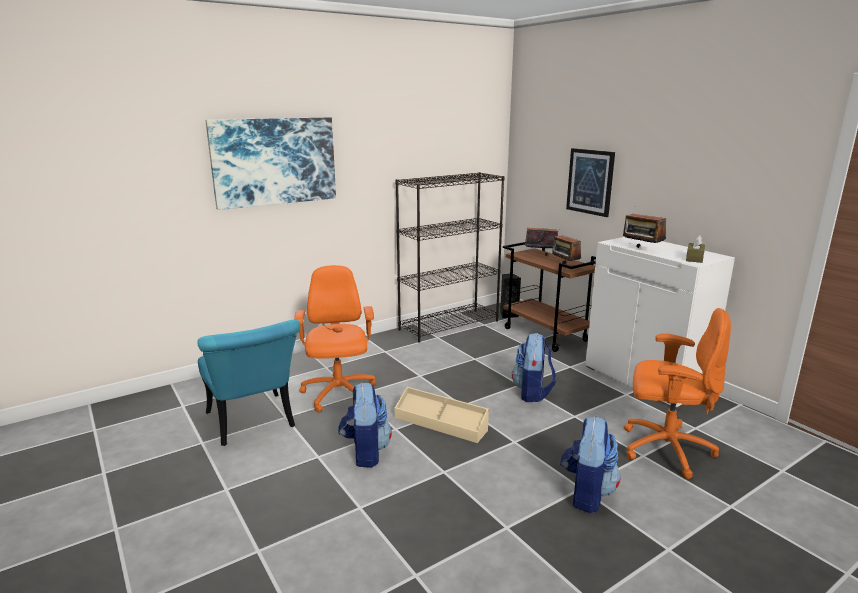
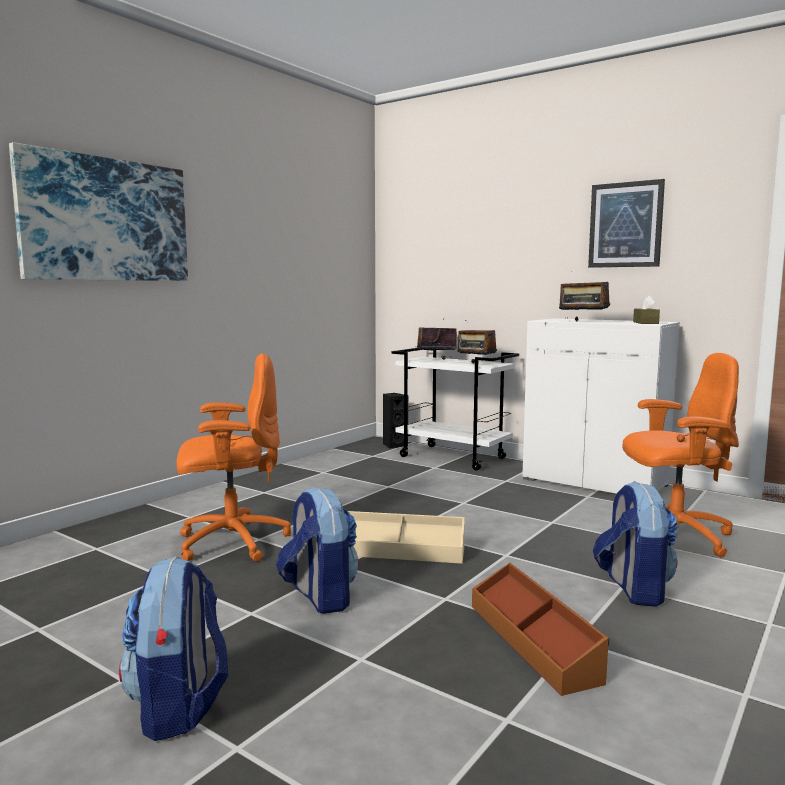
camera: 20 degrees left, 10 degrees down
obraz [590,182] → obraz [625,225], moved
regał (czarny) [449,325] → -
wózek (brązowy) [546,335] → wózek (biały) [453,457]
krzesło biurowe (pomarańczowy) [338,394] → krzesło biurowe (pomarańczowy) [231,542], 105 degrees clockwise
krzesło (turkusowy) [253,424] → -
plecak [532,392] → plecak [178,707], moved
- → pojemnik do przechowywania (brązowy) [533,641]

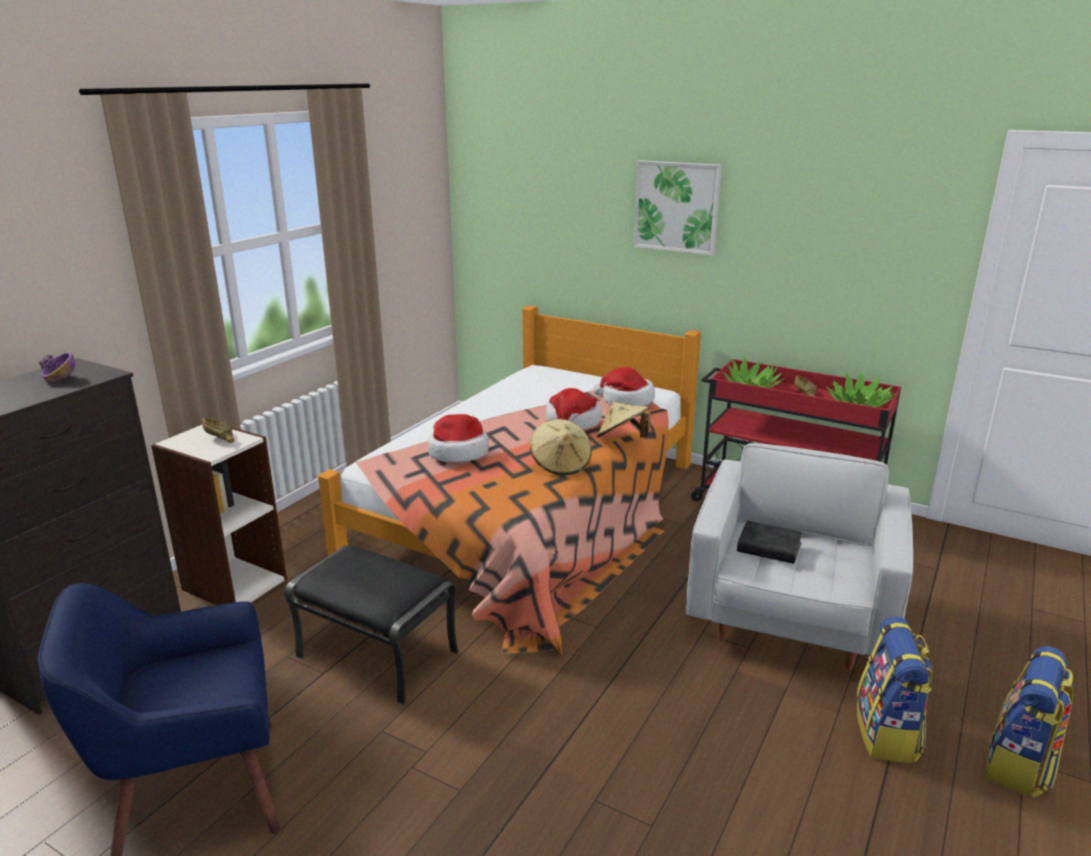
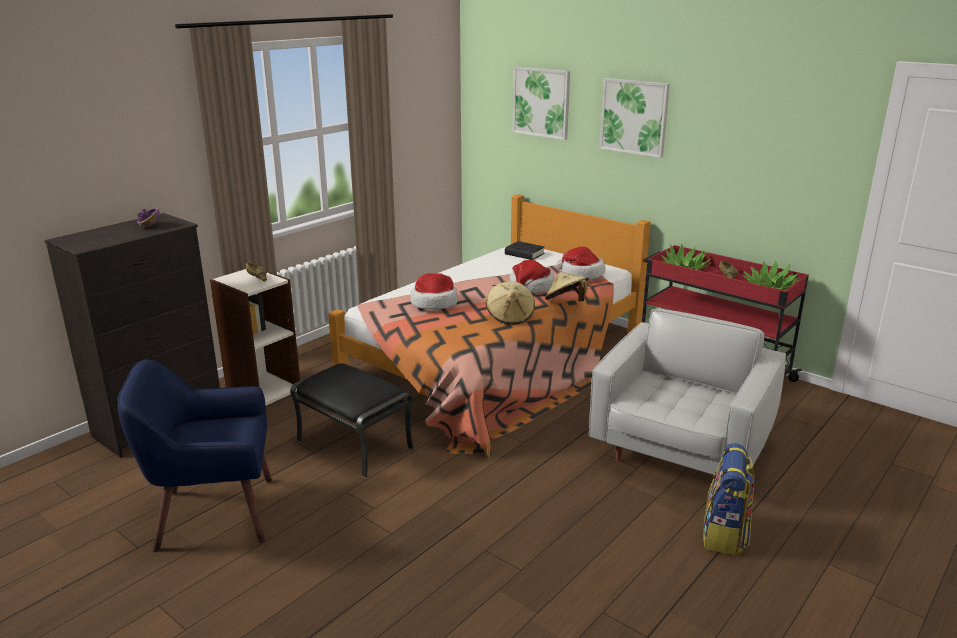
camera: 10 degrees right, 0 degrees up
książka (czarny) [769,548] → książka (czarny) [524,254], moved
plecak [1020,765] → -
- → obraz [541,102]

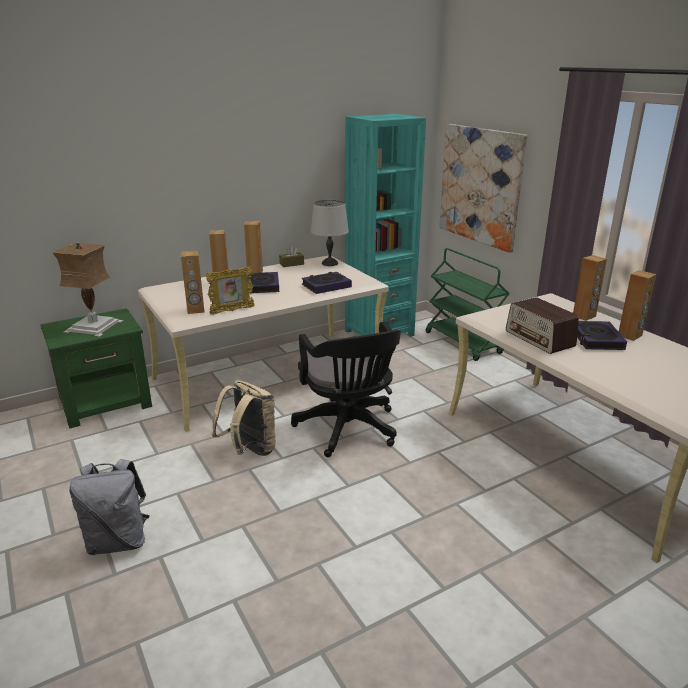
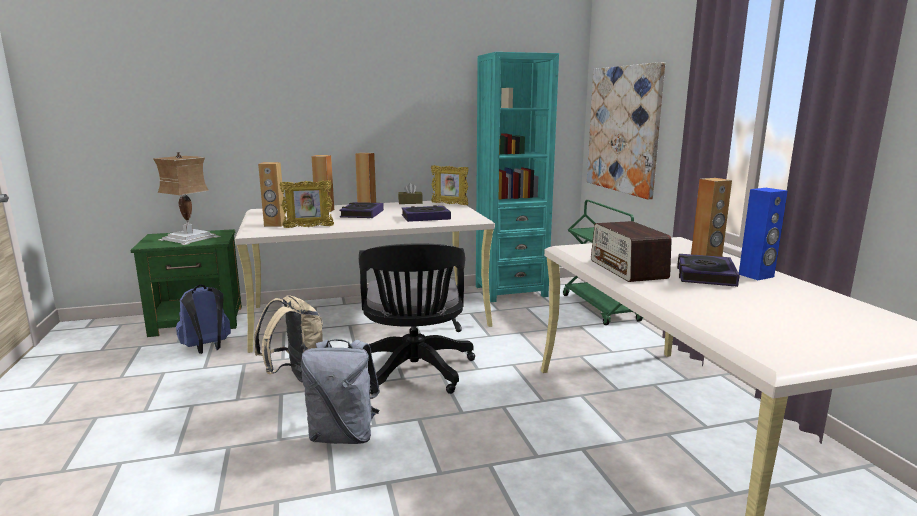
camera: 15 degrees right, 10 degrees down
lampa stołowa (szary) [330,263] → ramka na zdjęcie [449,204]
głośnik (brązowy) [630,335] → głośnik (niebieski) [756,276]
plecak (szary) [118,541] → plecak (szary) [343,435], moved
- → plecak (niebieski) [207,348]

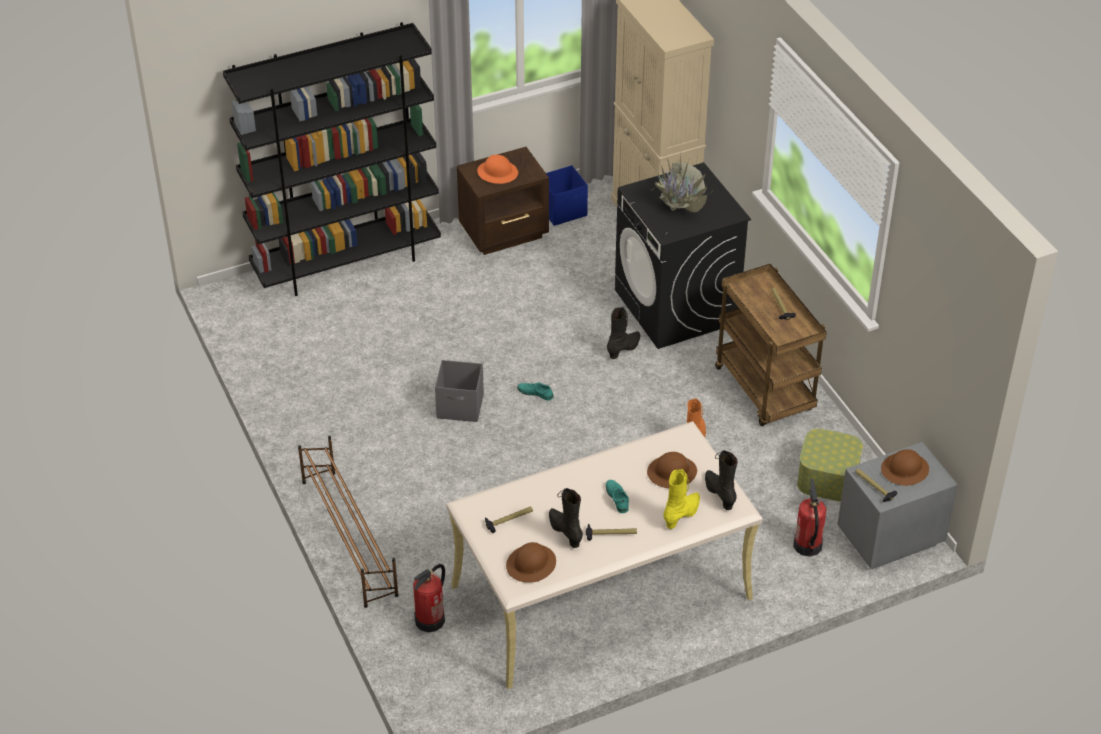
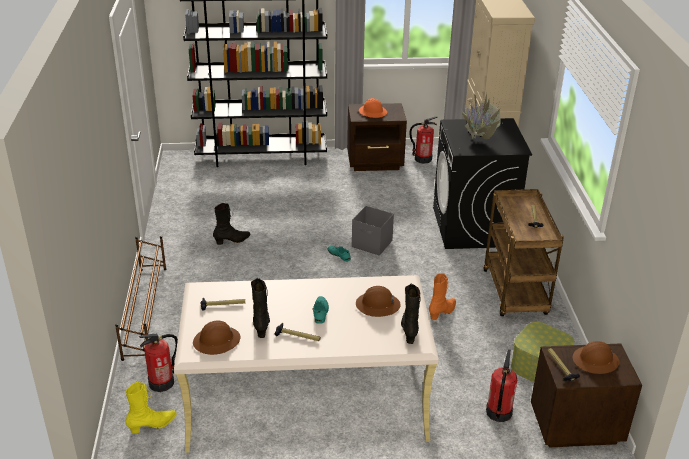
camera: 20 degrees right, 10 degrees down
pojemnik do przechowywania (niebieski) [563,211] → gaśnica [422,159]
but z cholewką (czarny) [624,349] → but z cholewką (czarny) [232,241], moved
pojemnik do przechowywania (szary) [461,407] → pojemnik do przechowywania (szary) [372,244], moved
szafka nocna (szary) [888,538] → szafka nocna (brązowy) [574,426]
but z cholewką (żółty) [682,515] → but z cholewką (żółty) [152,425], moved

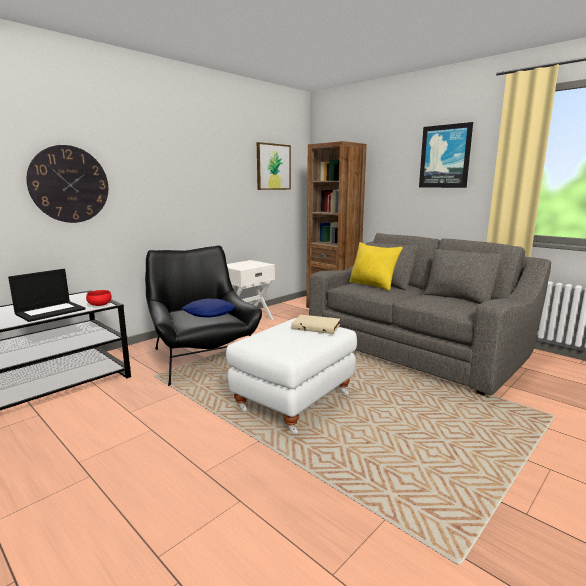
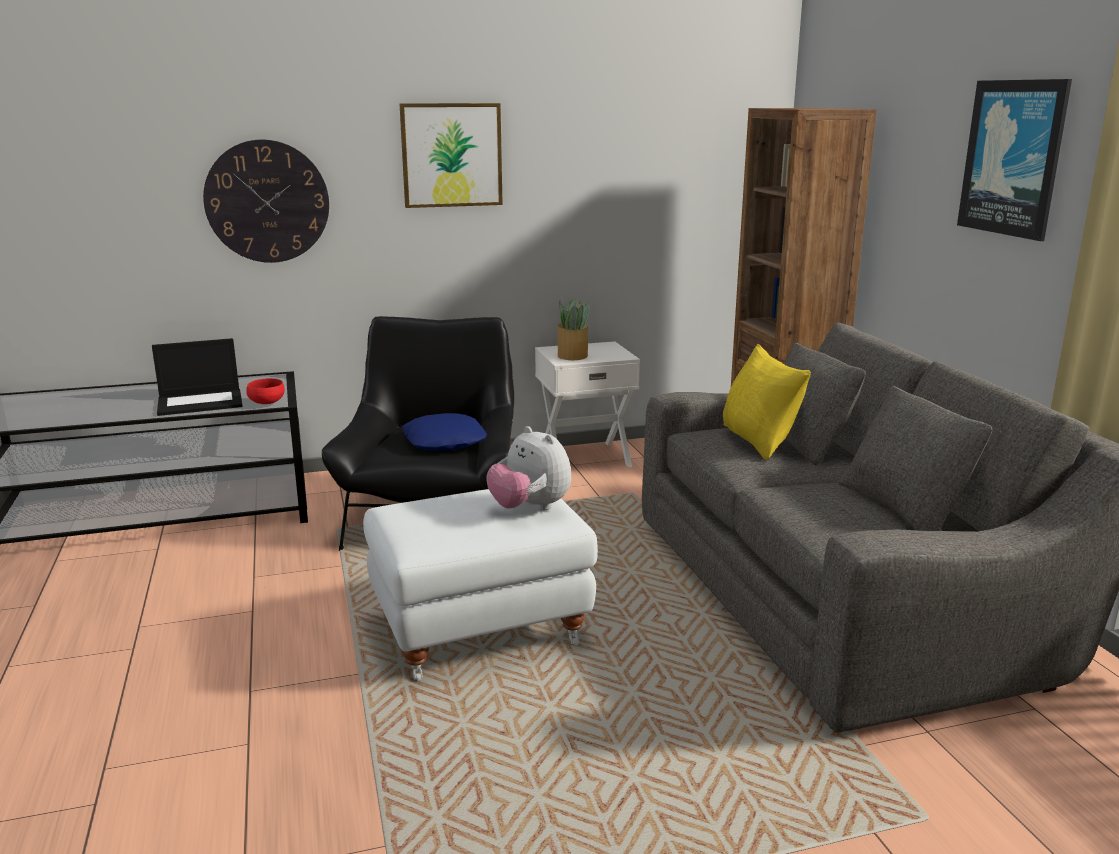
camera: 30 degrees right, 5 degrees up
obraz [273,167] → obraz [451,155], moved
książka (beżowy) [316,326] → pluszak [530,508]
- → roślina doniczkowa [573,355]

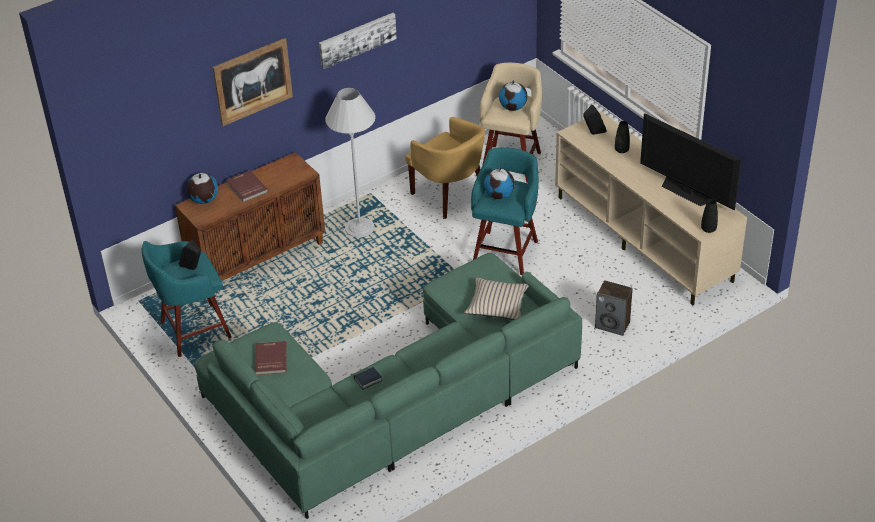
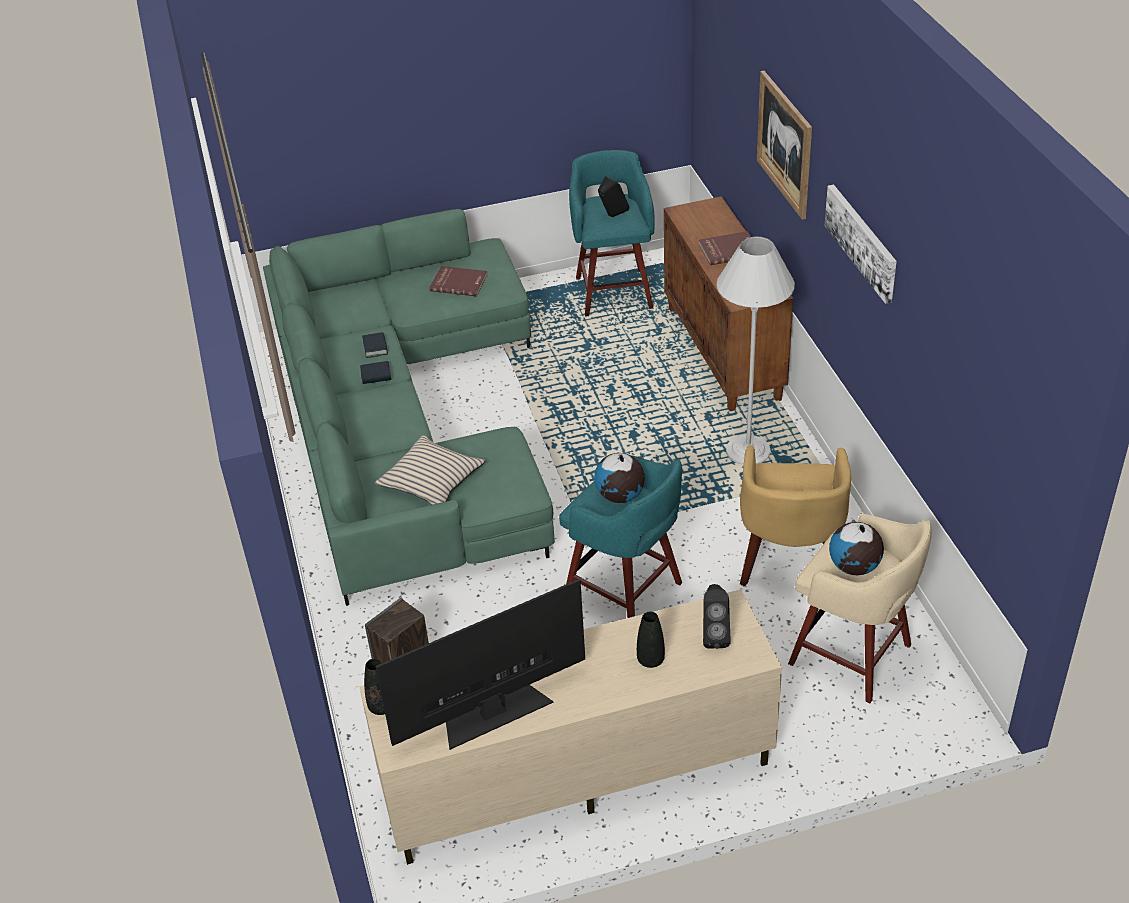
camera: 110 degrees right, 0 degrees up
fotel (żółty) [449,195] → fotel (żółty) [789,560], 60 degrees counterclockwise
globus [204,200] → -
- → książka [376,375]

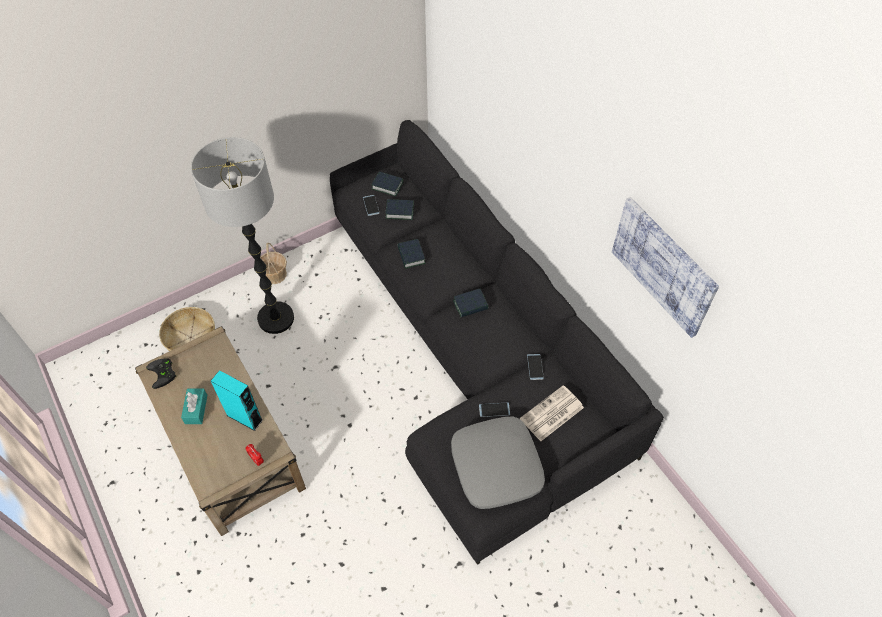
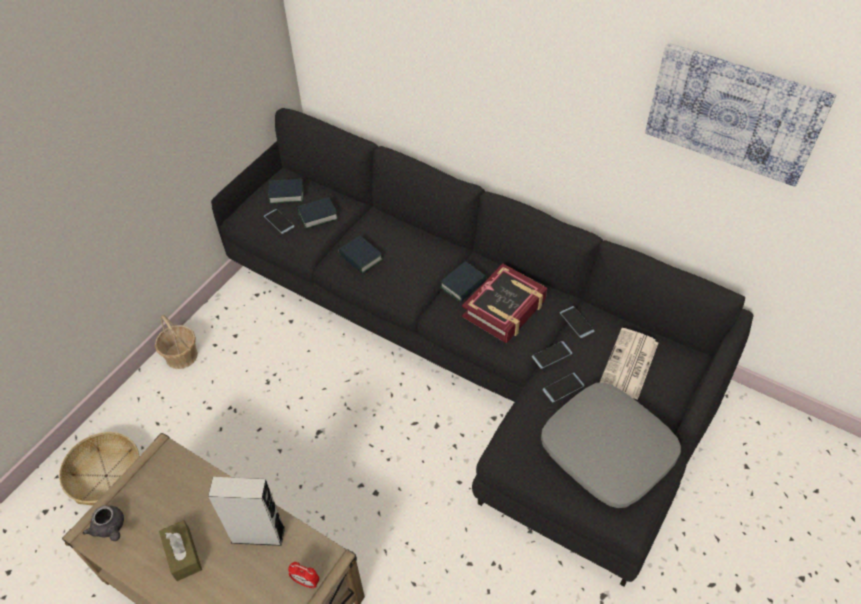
camera: 25 degrees left, 5 degrees down
lampa stojąca [275,318] → -
pad do gier (czarny) [163,374] → imbryk (szary) [110,528]
głośnik (turkusowy) [244,417] → głośnik (szary) [258,534]
pudełko chusteczek (turkusowy) [196,409] → pudełko chusteczek (brązowy) [183,554]
- → książka [504,308]
- → telefon [552,355]

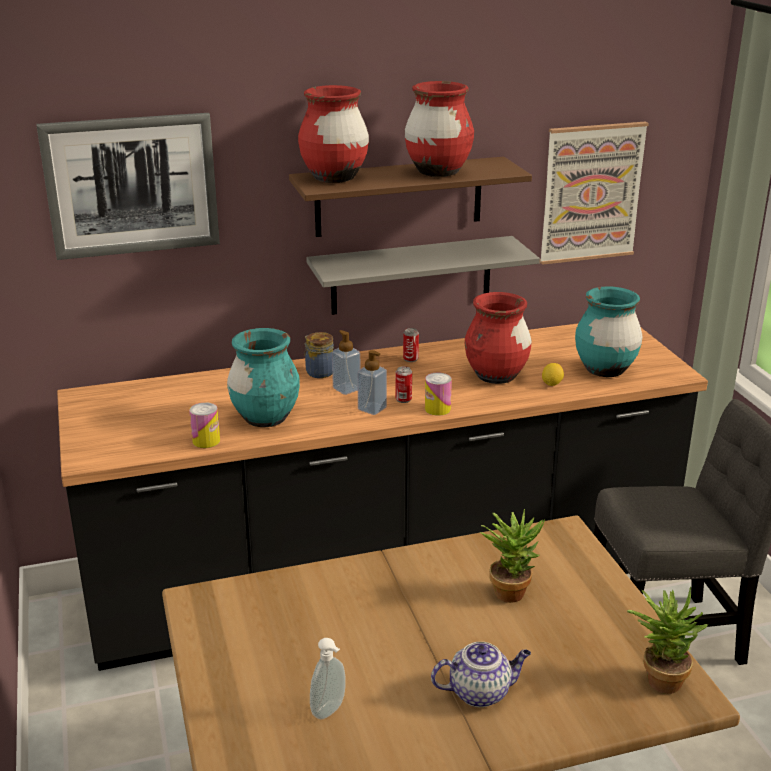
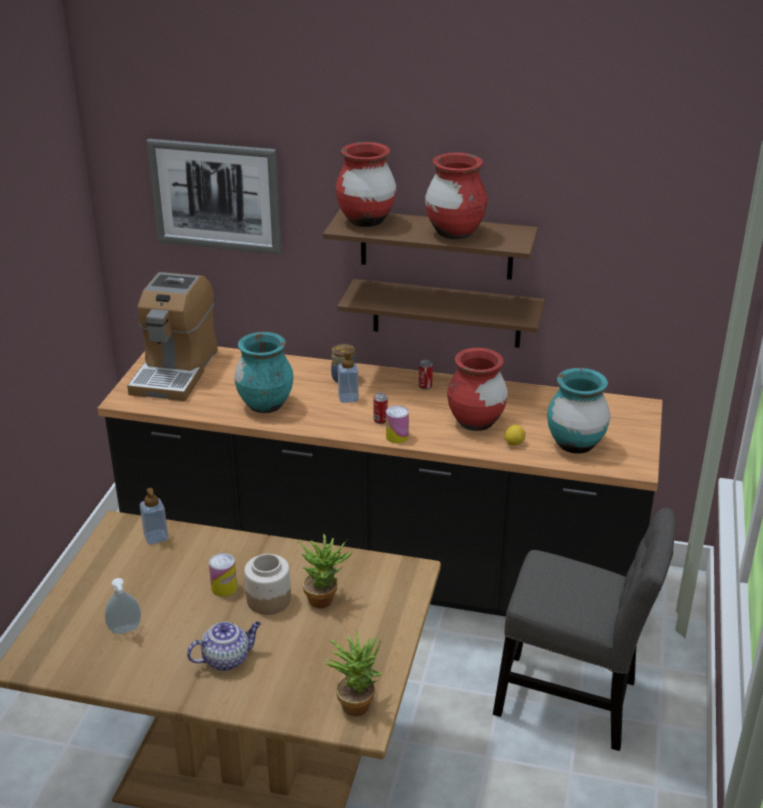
camera: 30 degrees right, 5 degrees up
obraz [591,193] → -
półka (szary) [411,275] → półka (brązowy) [446,313]
dozownik mydła [372,409] → dozownik mydła [156,537], moved
puszka [206,441] → puszka [224,587], moved
imbryk [480,692] → imbryk [227,659], 45 degrees counterclockwise
- → ekspres do kawy [175,371]
- → słoik [268,600]

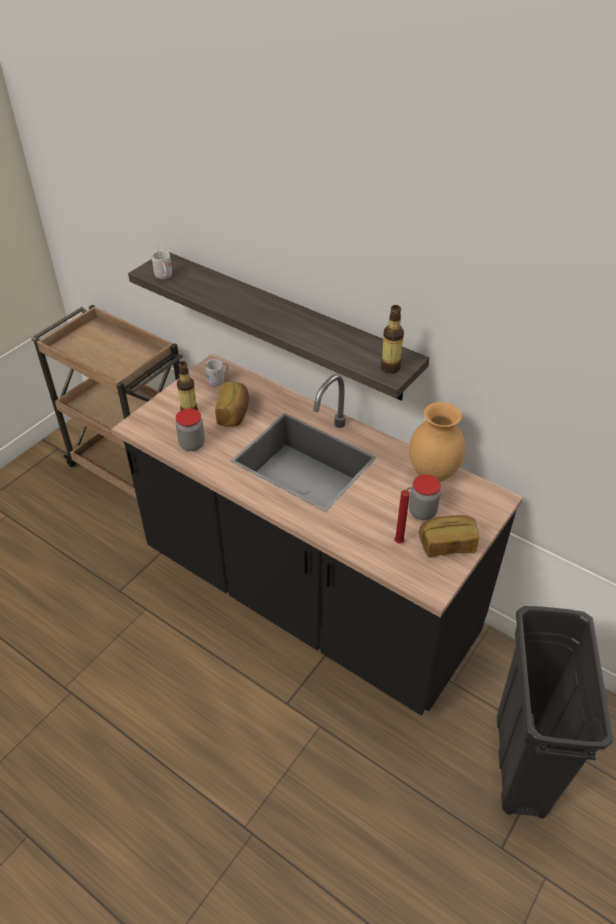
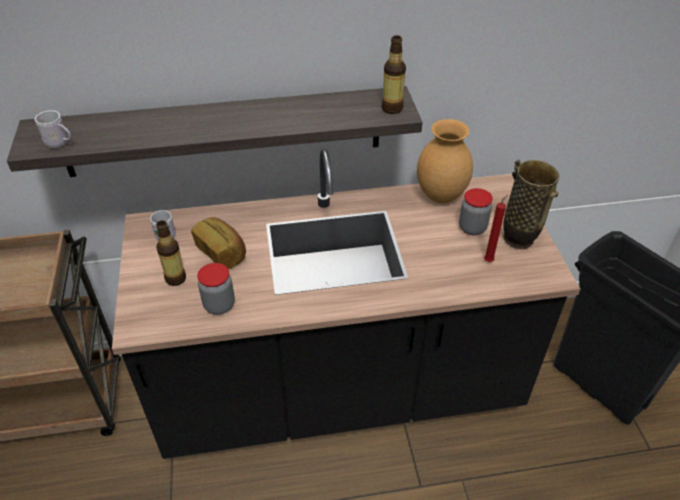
camera: 45 degrees left, 0 degrees up
chleb [447,544] → wazon [518,239]

